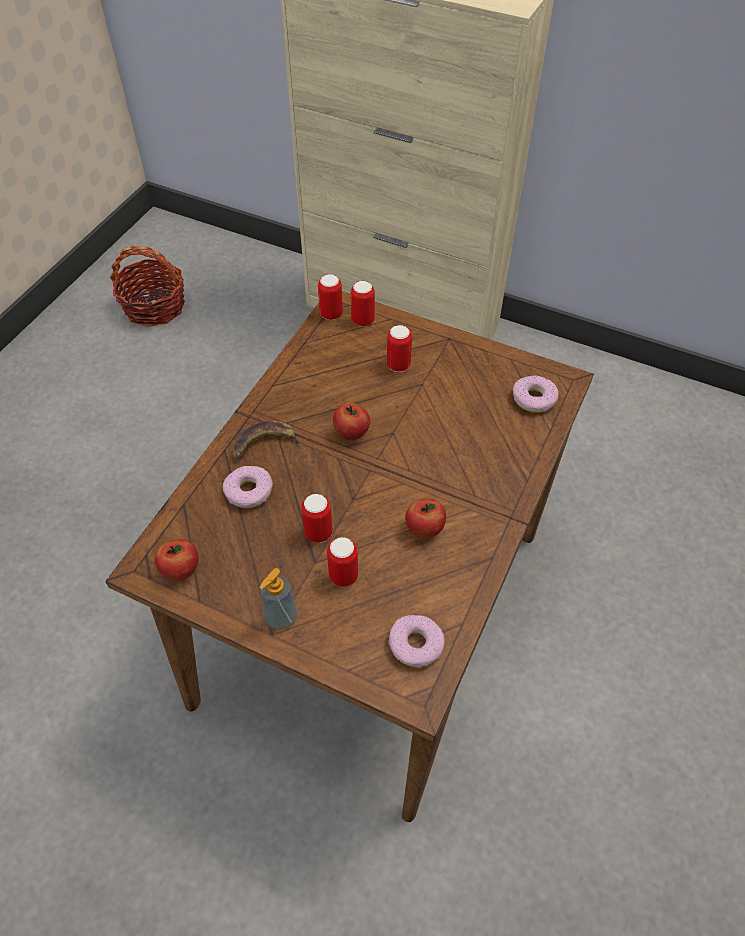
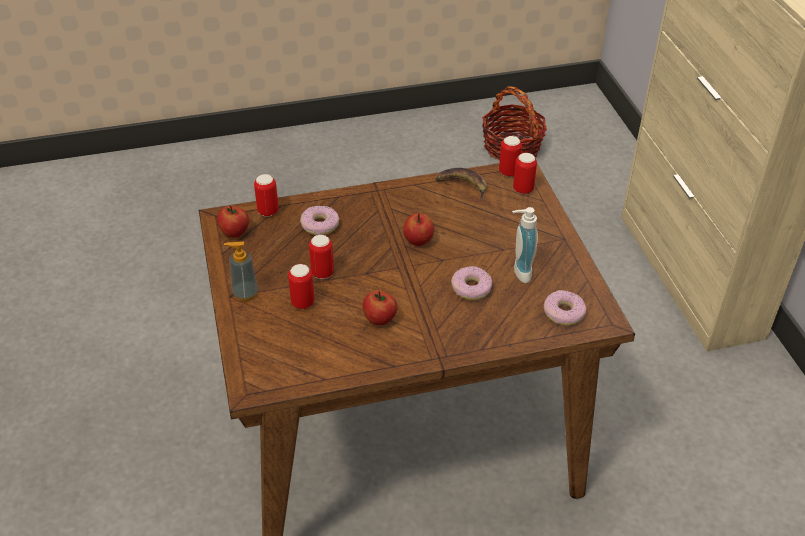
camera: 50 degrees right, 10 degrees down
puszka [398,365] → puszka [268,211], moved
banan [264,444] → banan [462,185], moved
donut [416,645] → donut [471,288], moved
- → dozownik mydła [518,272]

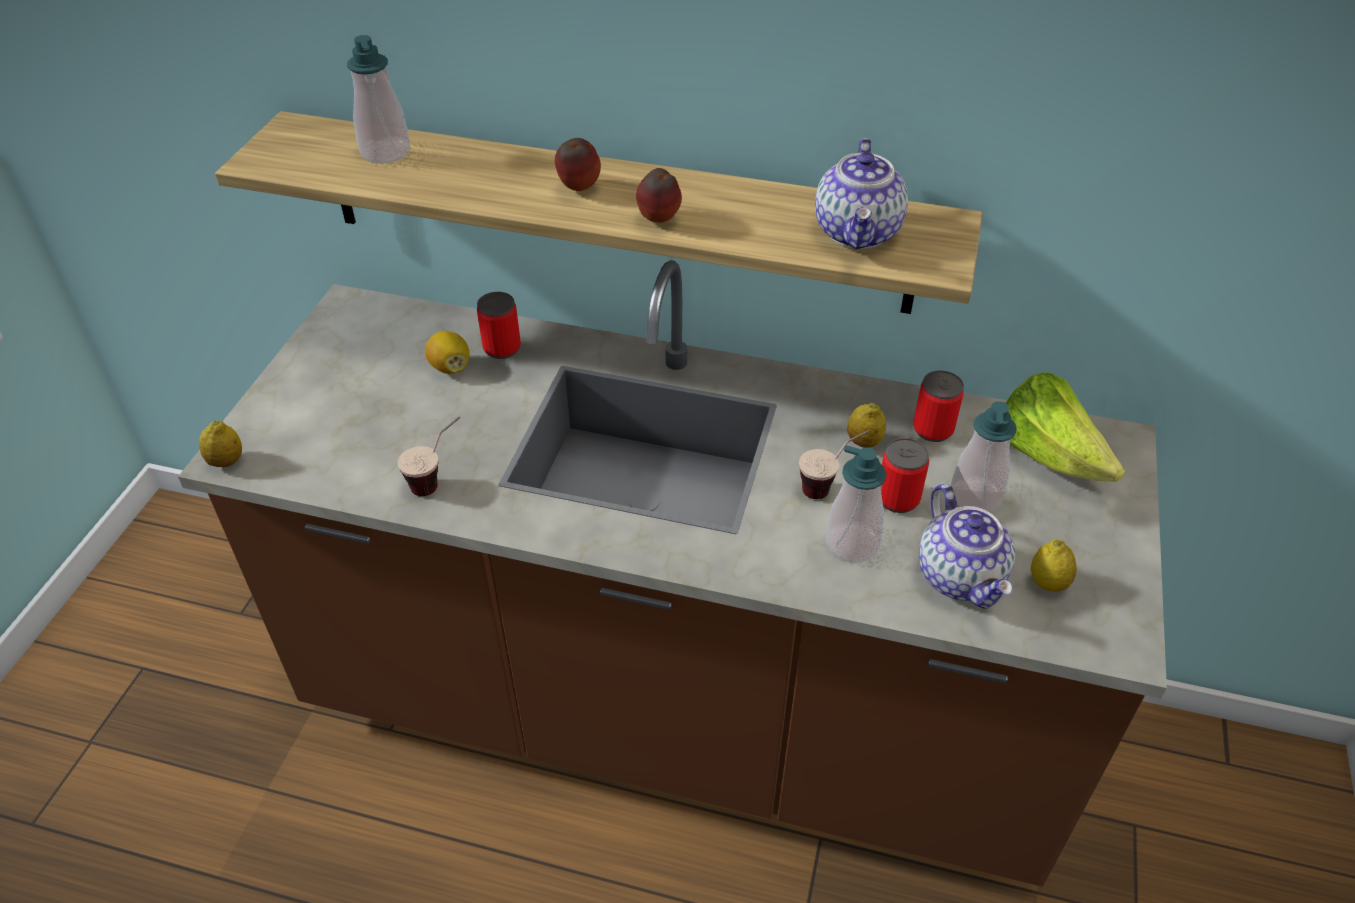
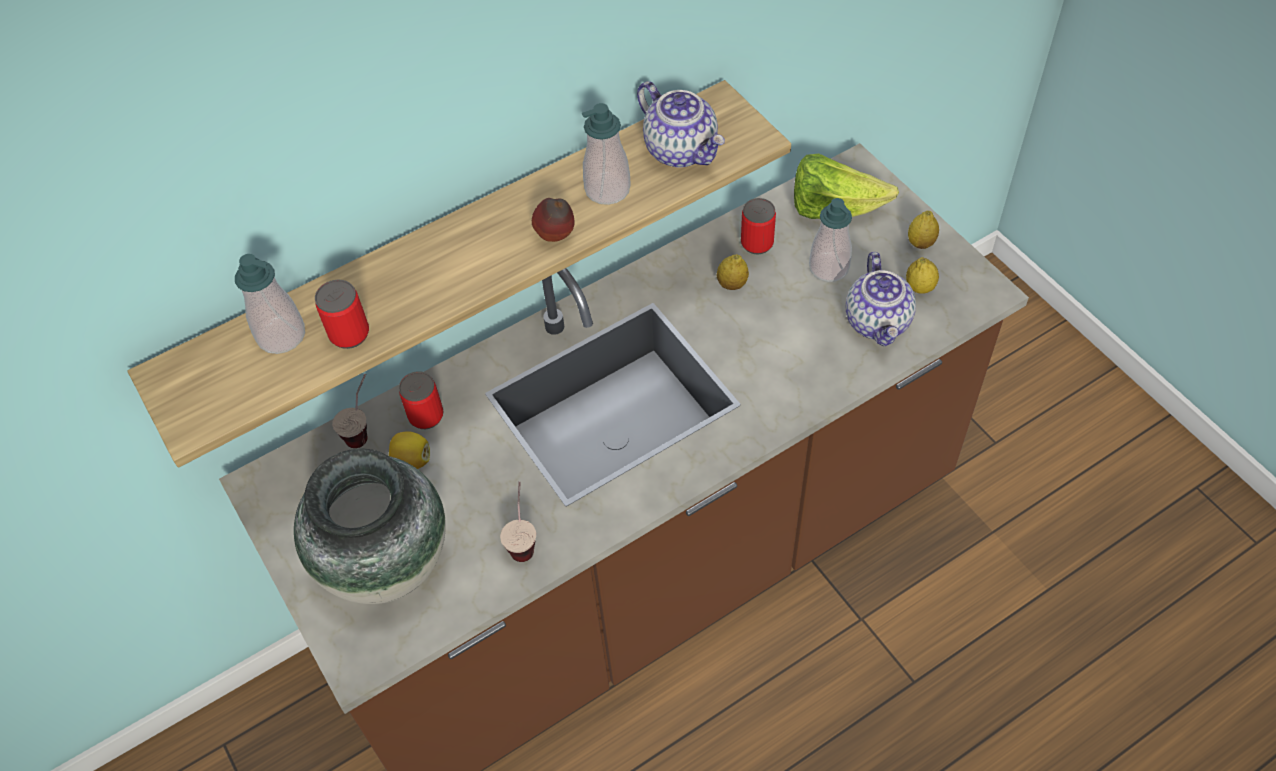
camera: 45 degrees left, 10 degrees up
jabłko [578,189] → -
cytryna [226,461] → cytryna [921,243], moved
filiżanka [830,486] → filiżanka [363,428], moved
puszka [898,498] → puszka [349,334], moved
dozownik mydła [852,543] → dozownik mydła [607,189], moved
imbryk [961,576] → imbryk [878,322], 60 degrees clockwise
- → wazon [386,564]

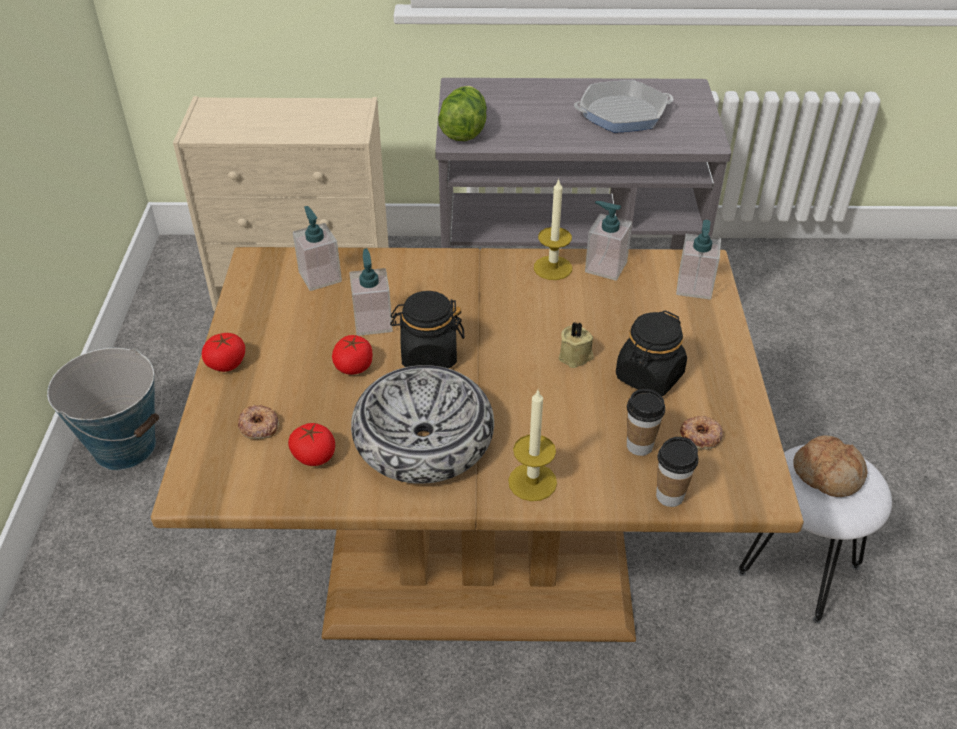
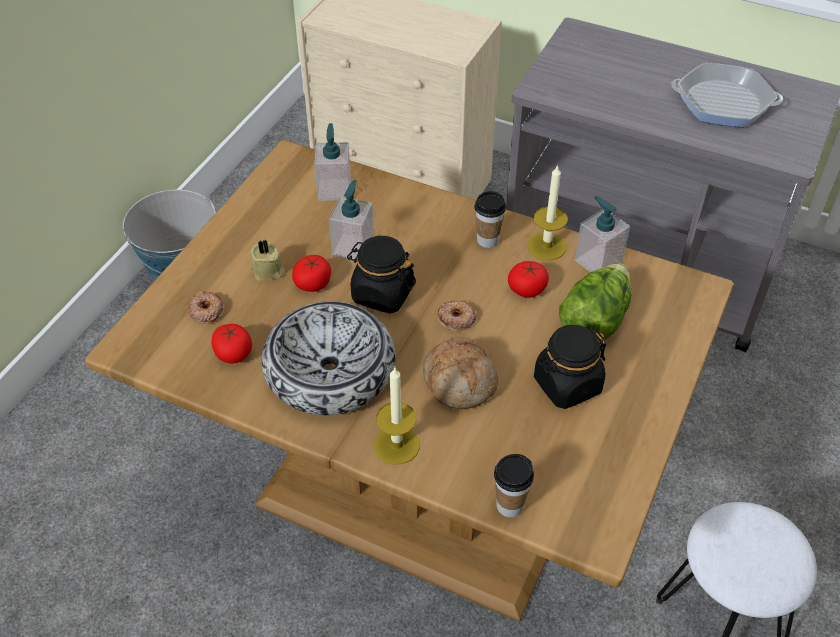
camera: 25 degrees right, 5 degrees up
sałata [463,129] → sałata [594,318], moved
dozownik mydła [694,287] → -
świeca (beżowy) [576,357] → świeca (beżowy) [268,272], moved
pomidor [226,363] → pomidor [527,289], moved
filiżanka [639,446] → filiżanka [487,240], moved
donut [701,436] → donut [456,318], moved
chleb [828,474] → chleb [460,381], moved

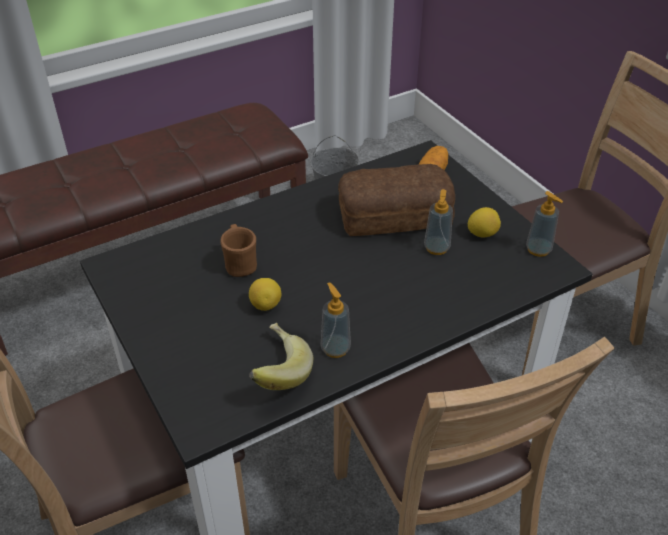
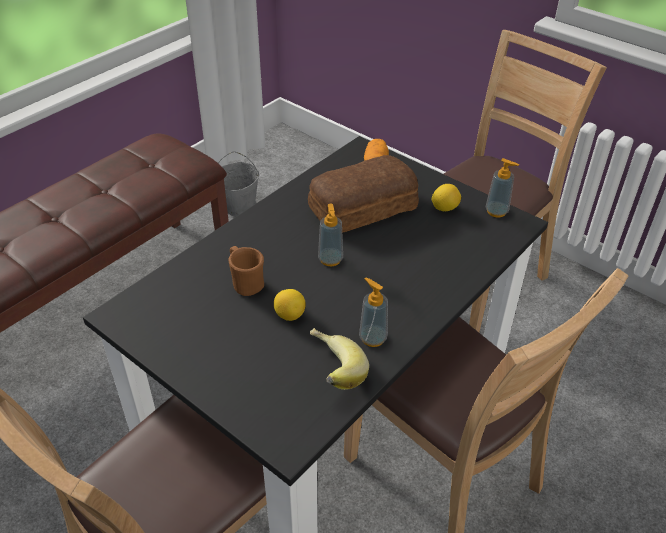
camera: 20 degrees left, 0 degrees up
dozownik mydła [436,248] → dozownik mydła [330,259], moved

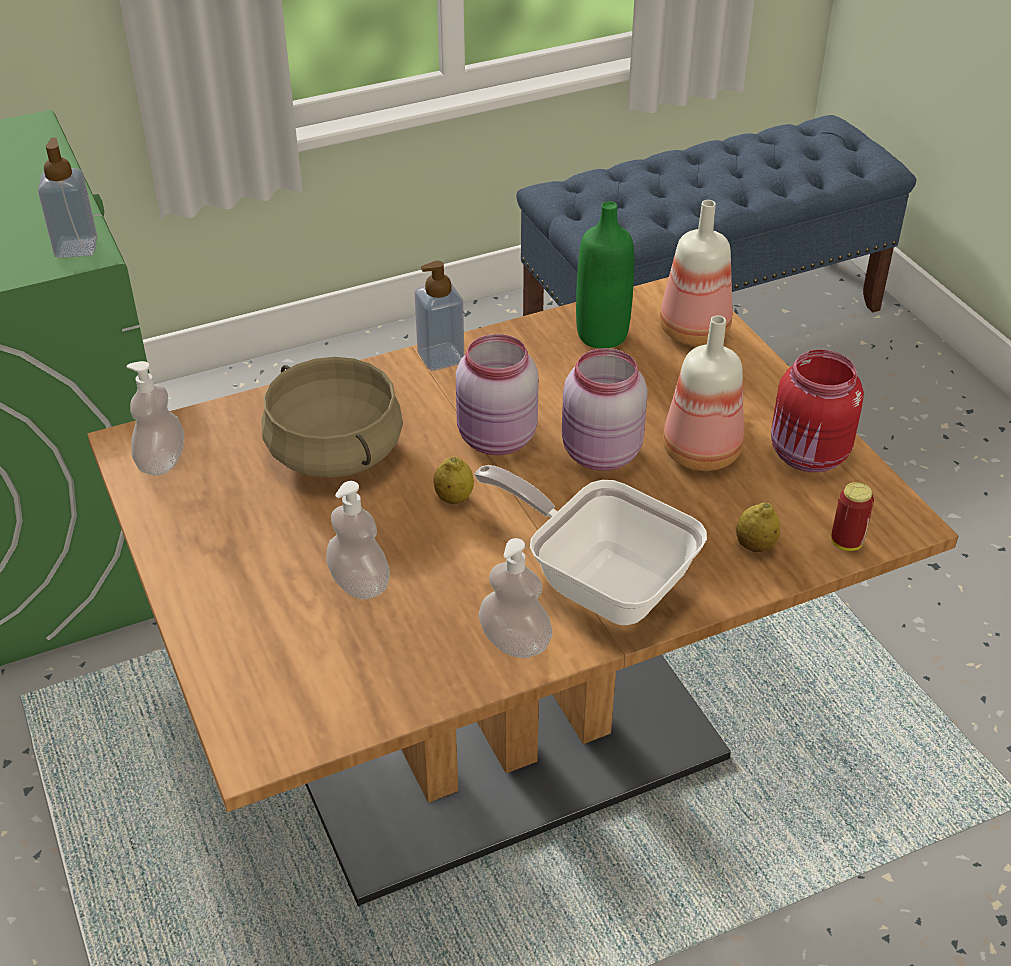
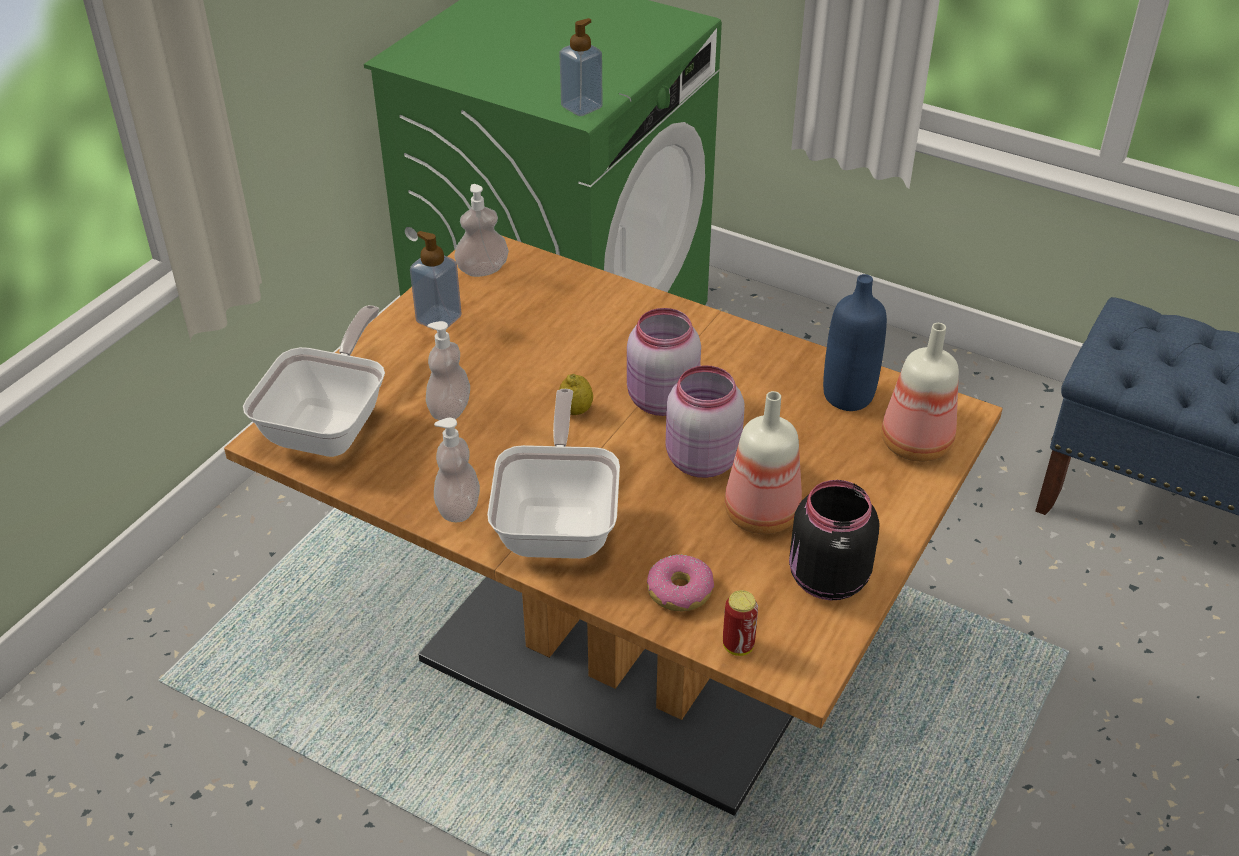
camera: 55 degrees right, 0 degrees up
butelka (zielony) [602,335] → butelka (niebieski) [848,396]
dozownik mydła [441,358] → dozownik mydła [439,319], moved
słoik (czerwony) [808,456] → słoik (czarny) [825,579]
garnek (beżowy) [333,451] → -
cytryna [755,546] → donut [679,591]
- → patelnia [331,424]

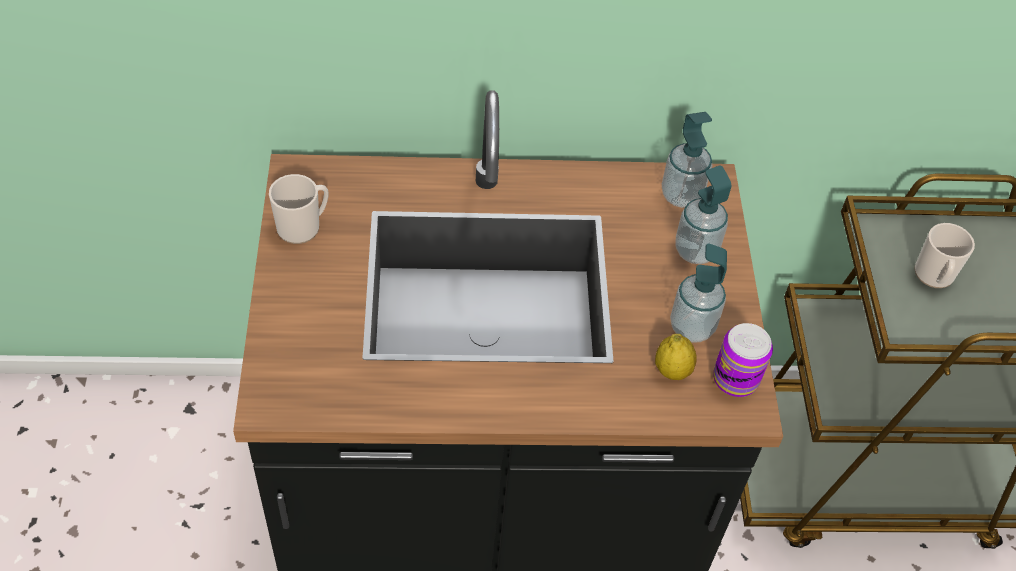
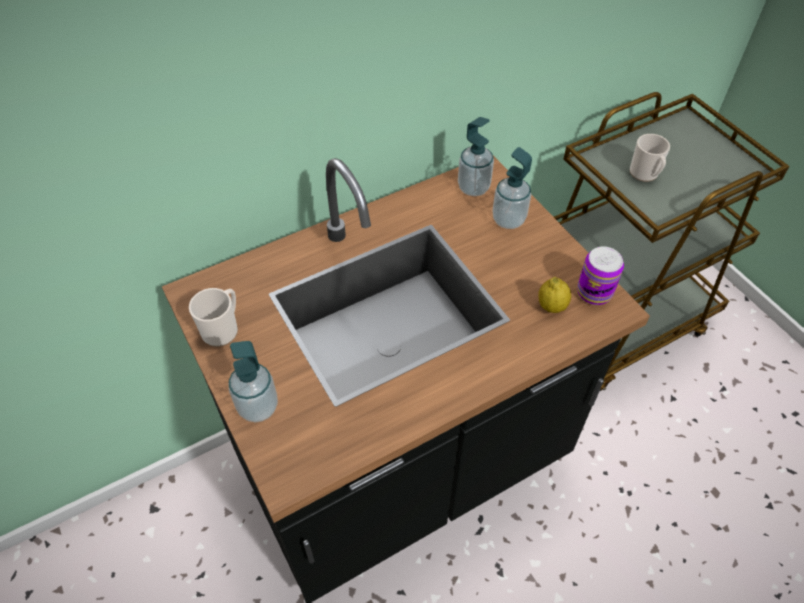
camera: 25 degrees left, 0 degrees up
dozownik mydła [691,327] → dozownik mydła [258,407], moved

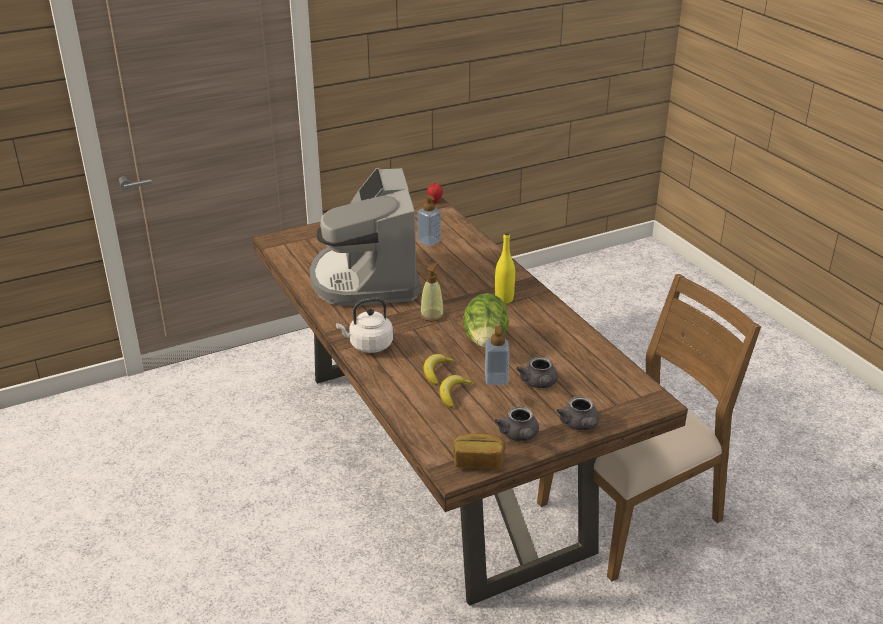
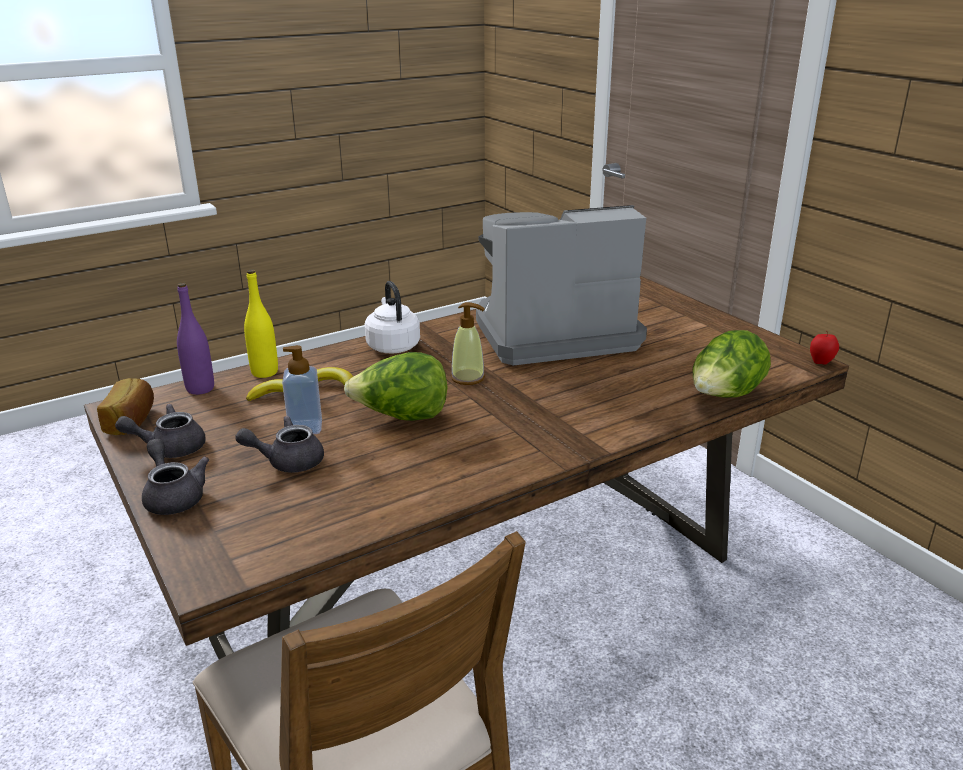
camera: 85 degrees right, 5 degrees down
dozownik mydła [429,241] → -
butelka (żółty) [504,299] → butelka (żółty) [264,372], moved
imbryk (szary) [580,425] → imbryk (szary) [173,496], 75 degrees clockwise
- → butelka (fioletowy) [200,389]
- → sałata [724,397]

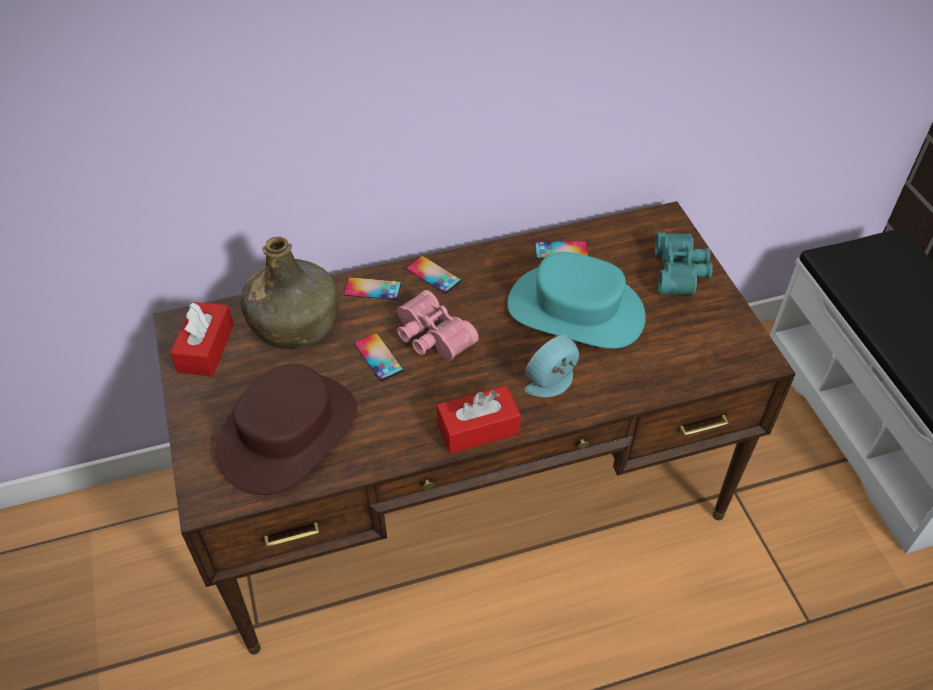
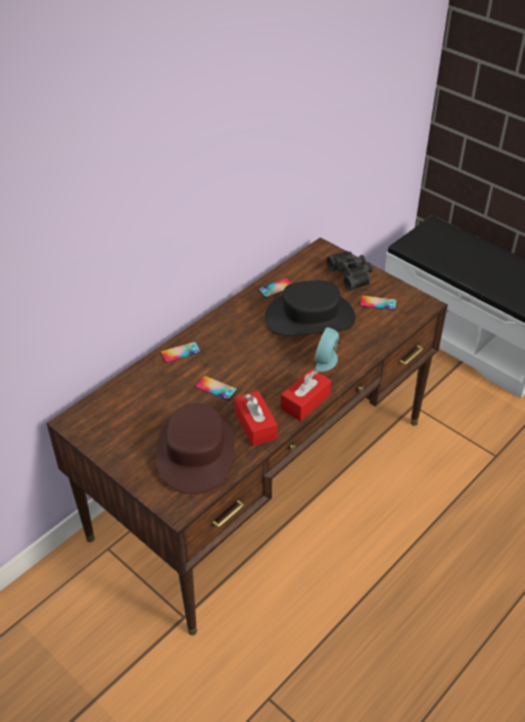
camera: 30 degrees left, 5 degrees down
lornetka (turkusowy) [681,272] → lornetka (czarny) [351,275]
butelka (zielony) [295,324] → -
kapelusz (turkusowy) [576,310] → kapelusz (czarny) [310,317]
telefon [433,275] → telefon [378,303], moved
lornetka (różowy) [431,337] → -
pudełko chusteczek (czerwony) [206,348] → pudełko chusteczek (czerwony) [255,425], moved

